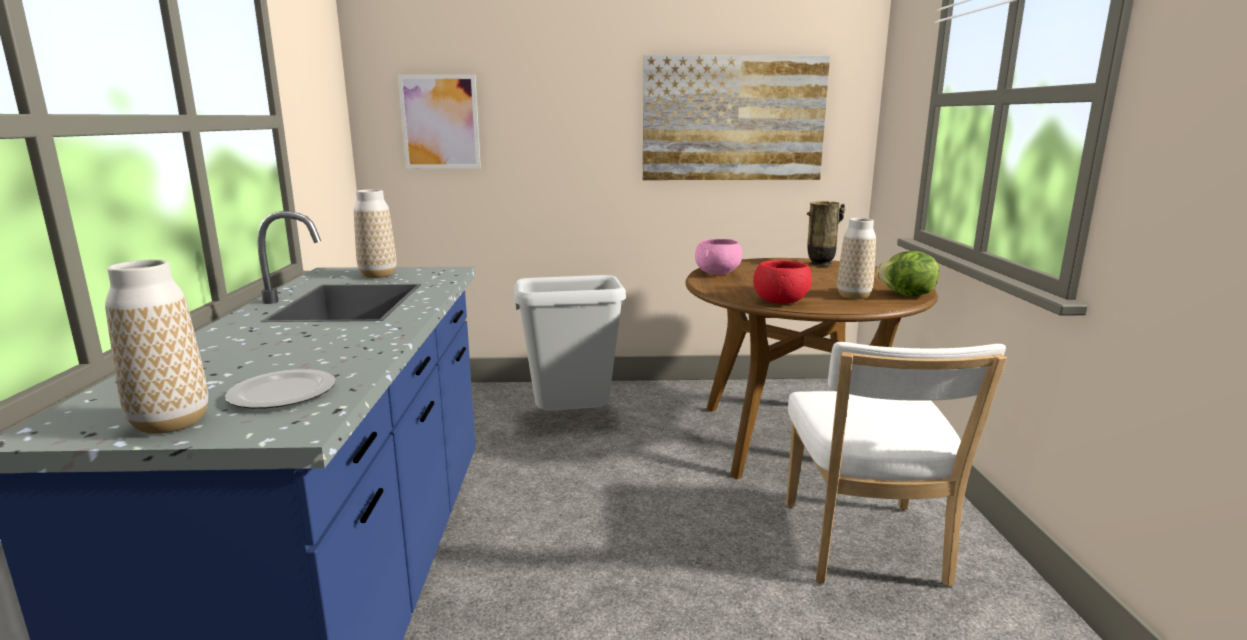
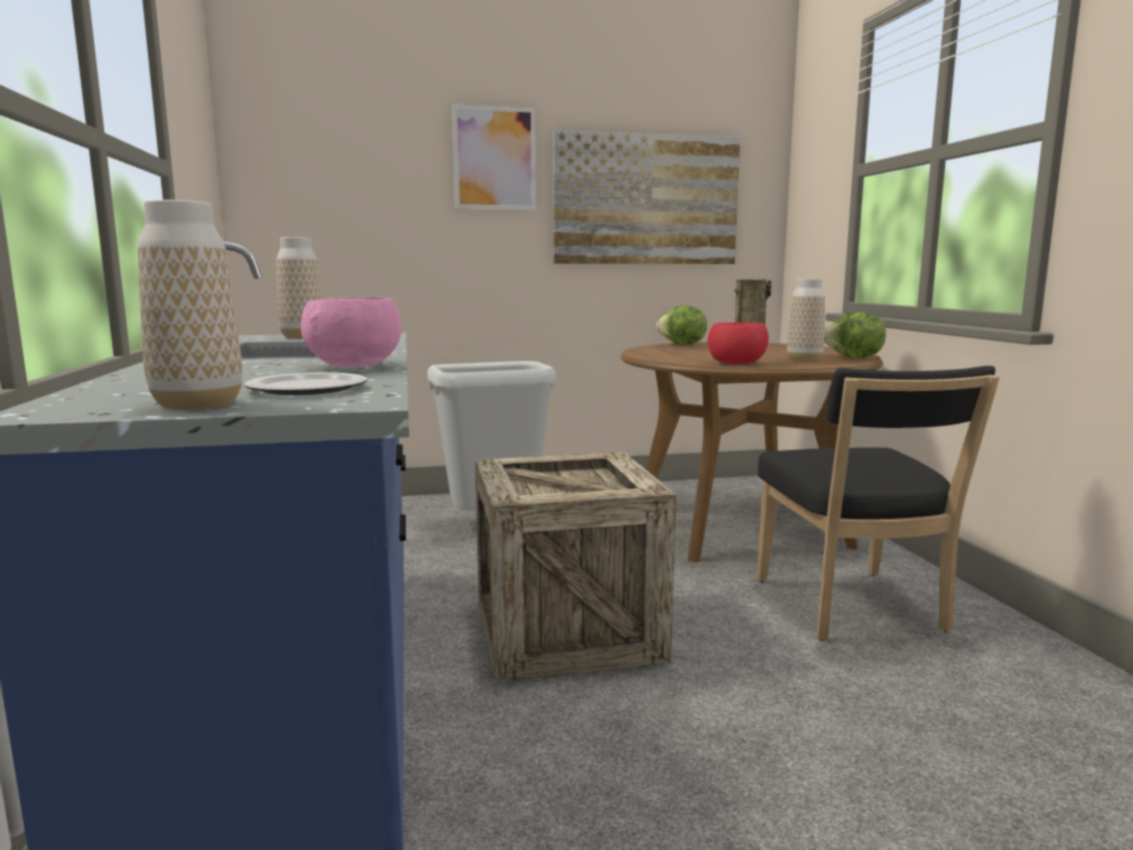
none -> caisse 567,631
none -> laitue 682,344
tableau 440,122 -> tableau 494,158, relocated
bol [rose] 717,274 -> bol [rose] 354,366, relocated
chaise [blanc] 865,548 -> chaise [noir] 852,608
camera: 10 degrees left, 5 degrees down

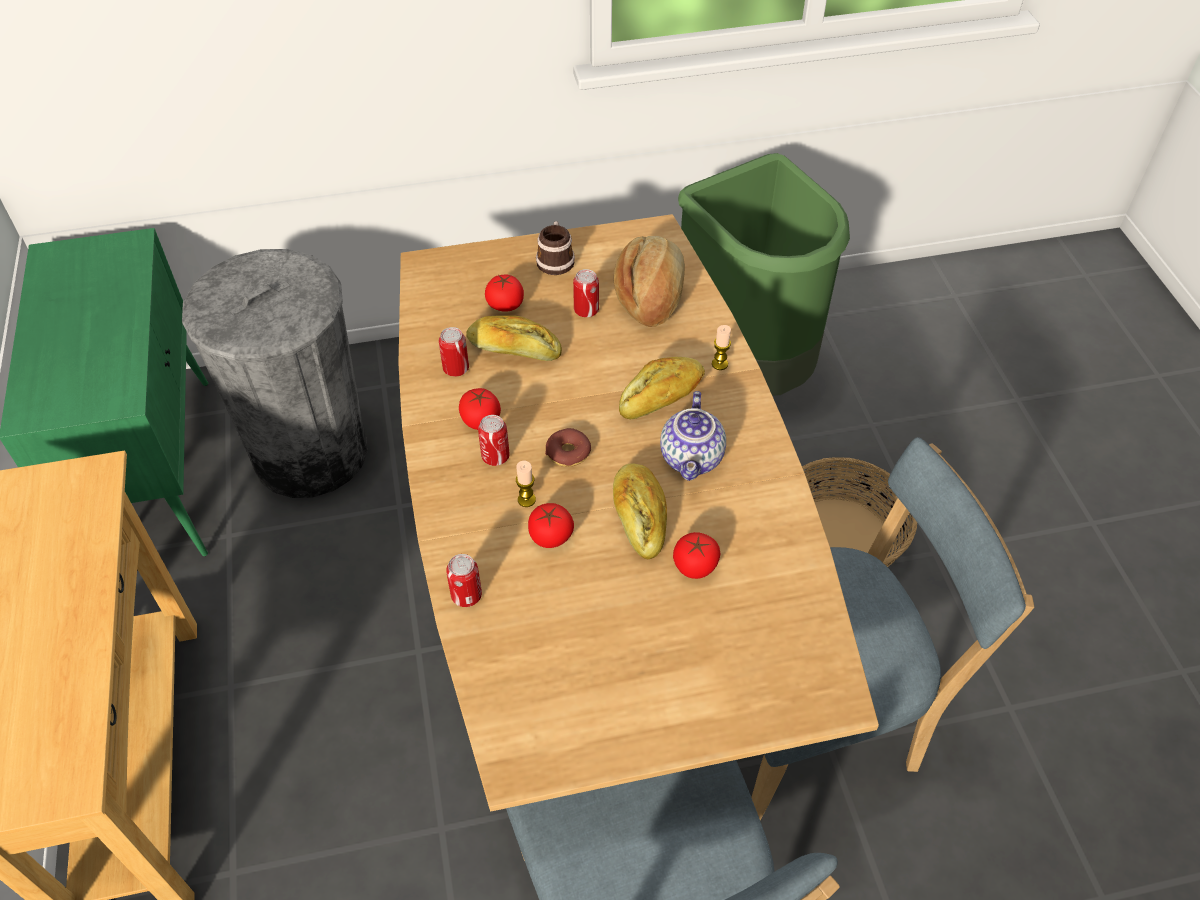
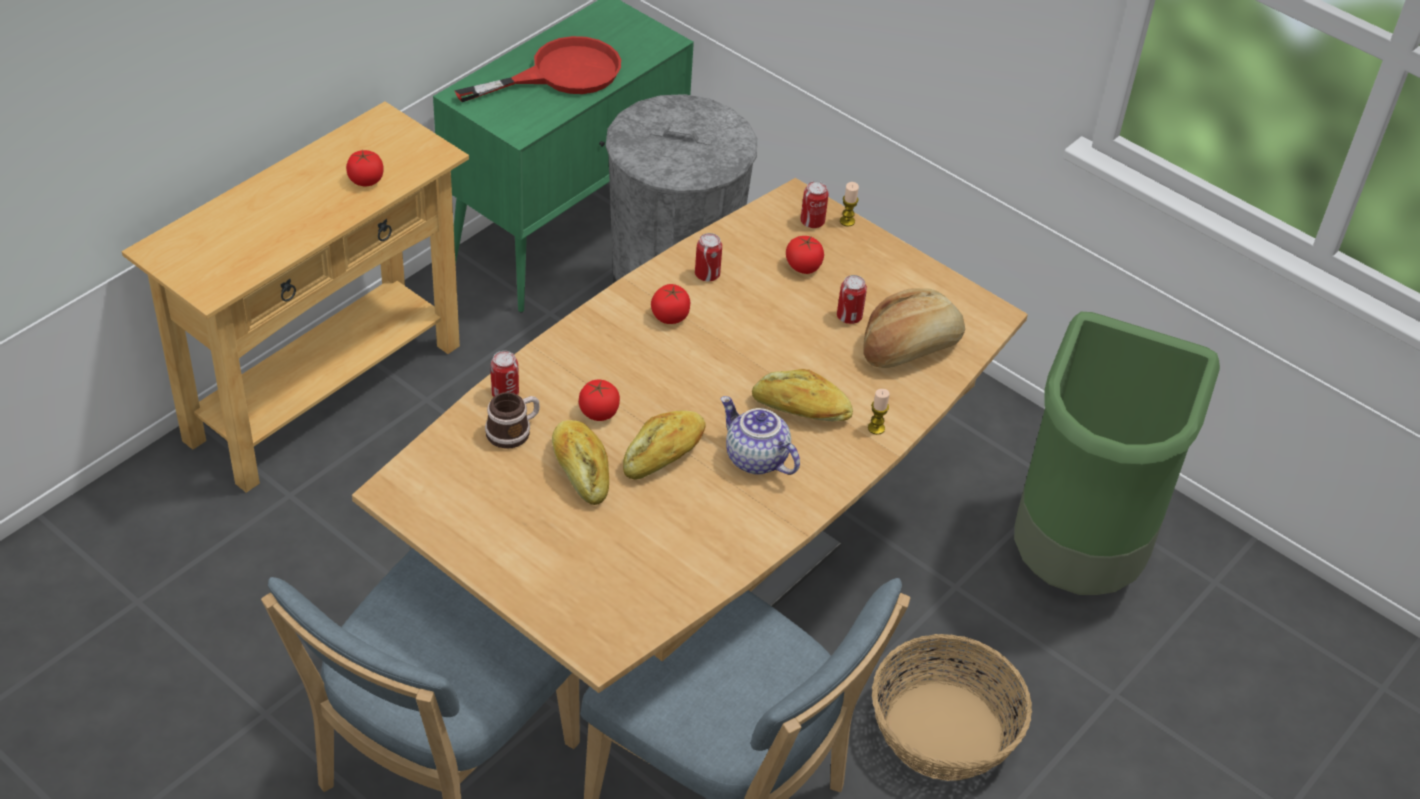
beignet 568,453 -> none
none -> poêle [rouge] 560,74
pain 514,349 -> pain 581,470, relocated
boîte métallique 495,456 -> boîte métallique 812,222, relocated
bougie 526,500 -> bougie 847,221, relocated
mug 555,259 -> mug 514,431, relocated
tomate 695,566 -> tomate 366,180, relocated
théière 693,459 -> théière 754,459, 75 degrees clockwise
camera: 50 degrees right, 5 degrees down

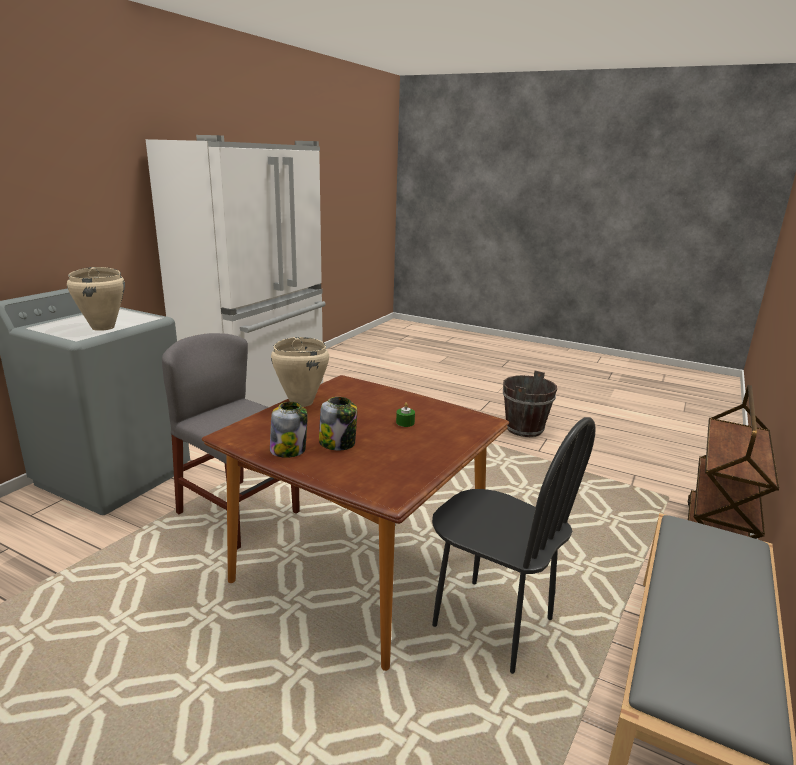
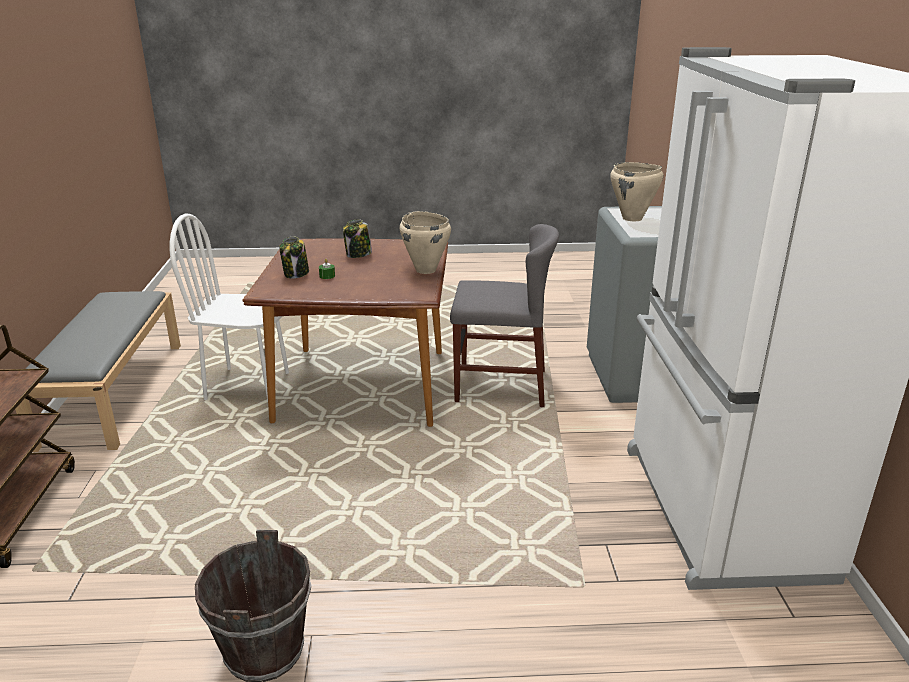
bocal 288,450 -> bocal 296,274, relocated
chaise [noir] 492,623 -> chaise [blanc] 248,385
camera: 150 degrees right, 5 degrees up

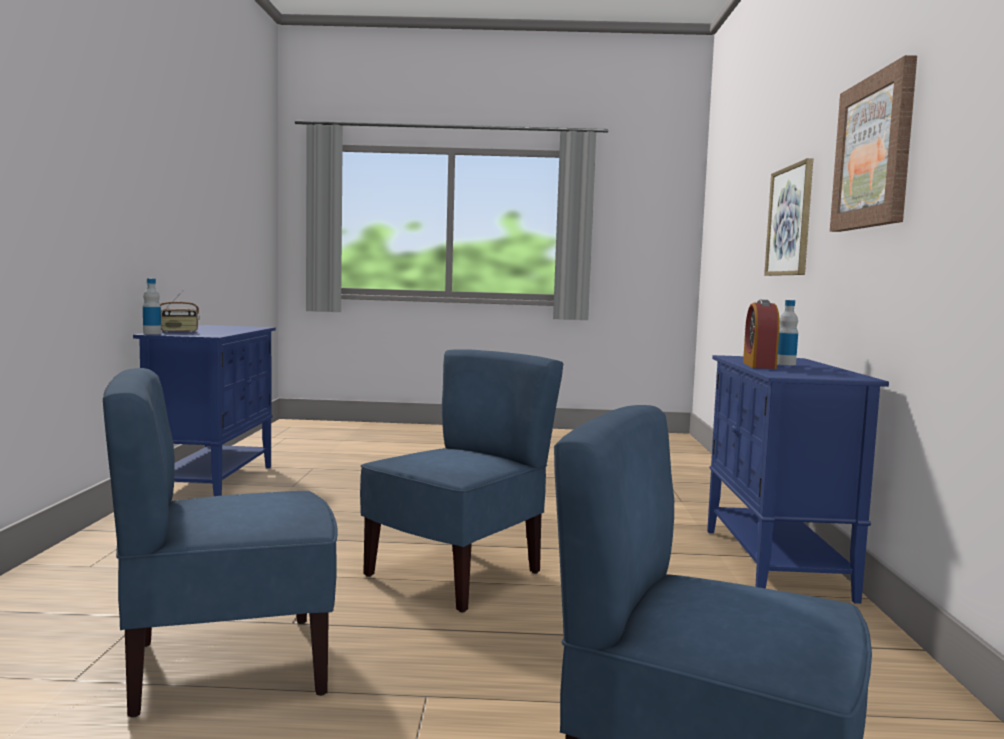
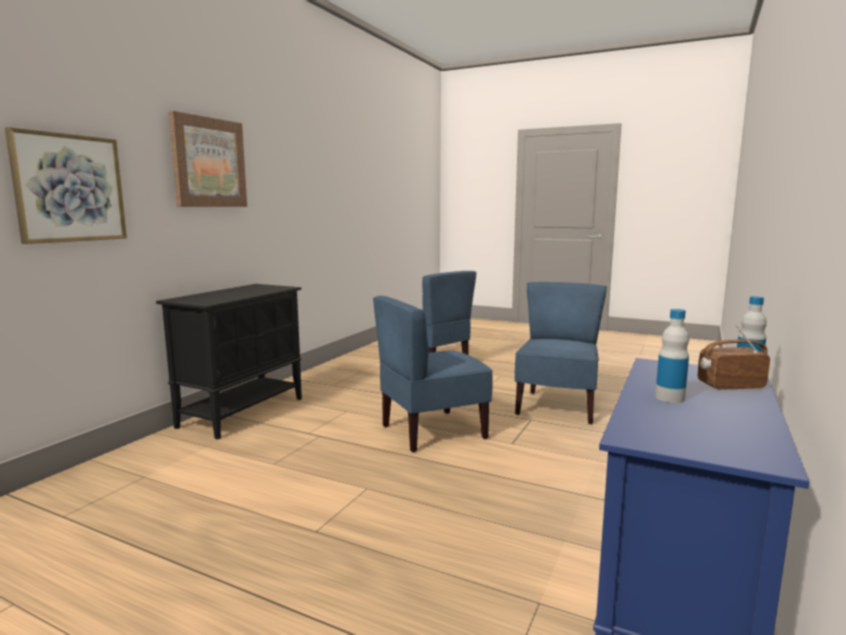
réveil 759,365 -> none
bouteille 785,364 -> bouteille 669,398, relocated
meuble de rangement [bleu] 776,564 -> meuble de rangement [noir] 243,412
chaise [bleu] 227,666 -> chaise [bleu] 556,407, 75 degrees counterclockwise
camera: 155 degrees left, 5 degrees up

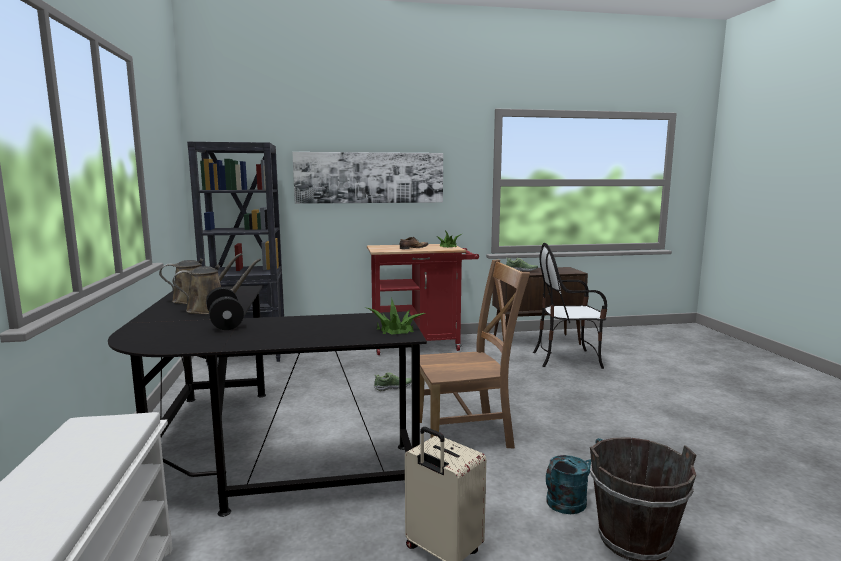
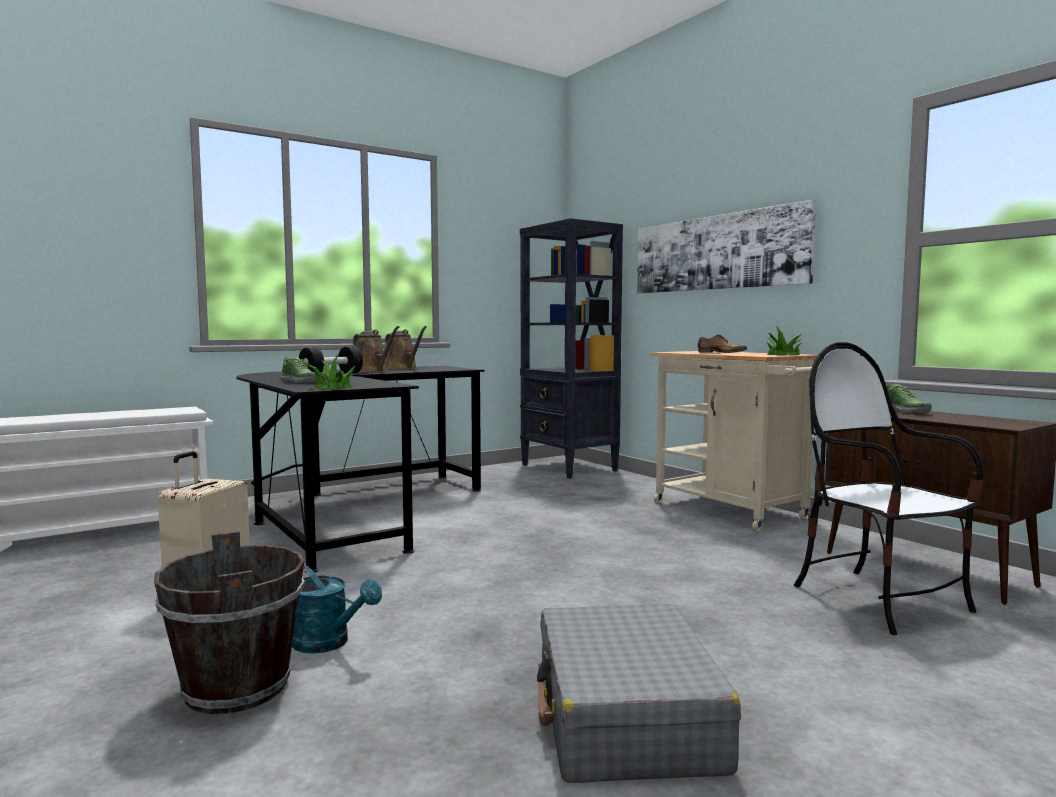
chaise [marron] 467,433 -> none
none -> valise [gris] 626,717
chaussure 393,387 -> chaussure 300,382, relocated
chariot [rouge] 421,345 -> chariot [beige] 736,512
camera: 65 degrees right, 5 degrees down

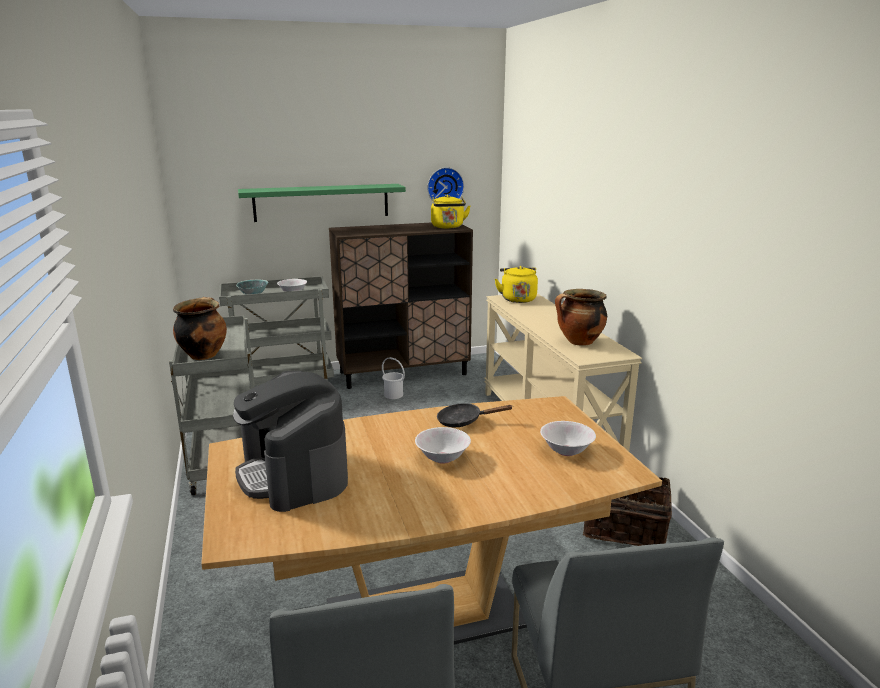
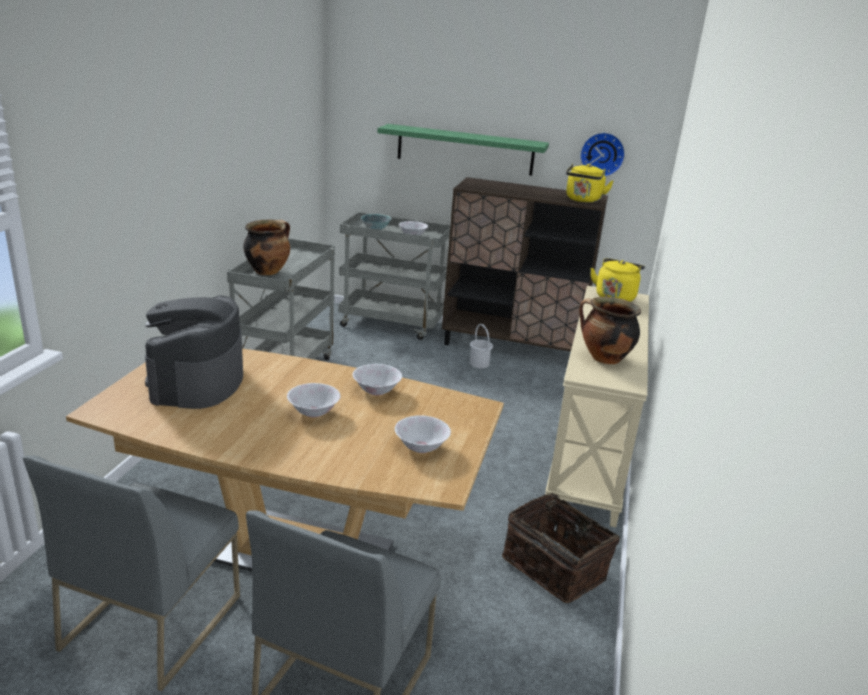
poêle [noir] 464,421 -> bol [blanc] 377,391
camera: 30 degrees right, 5 degrees up

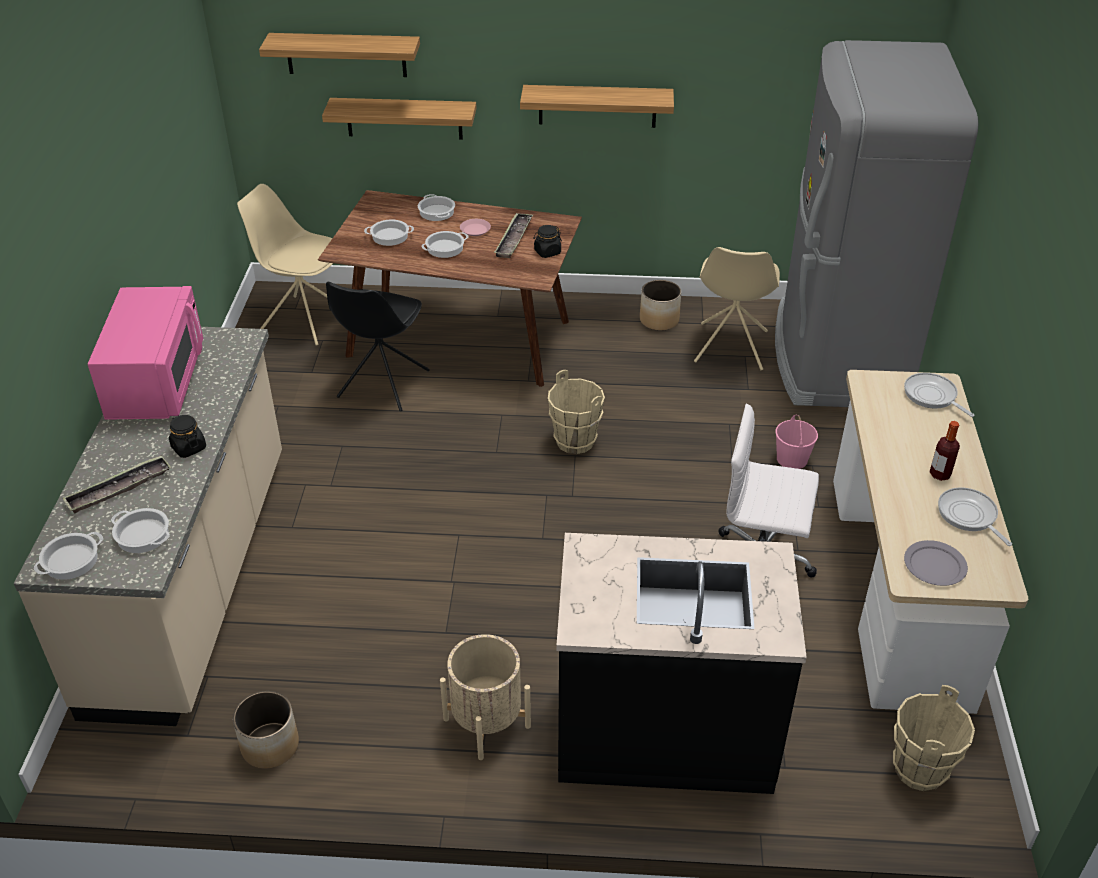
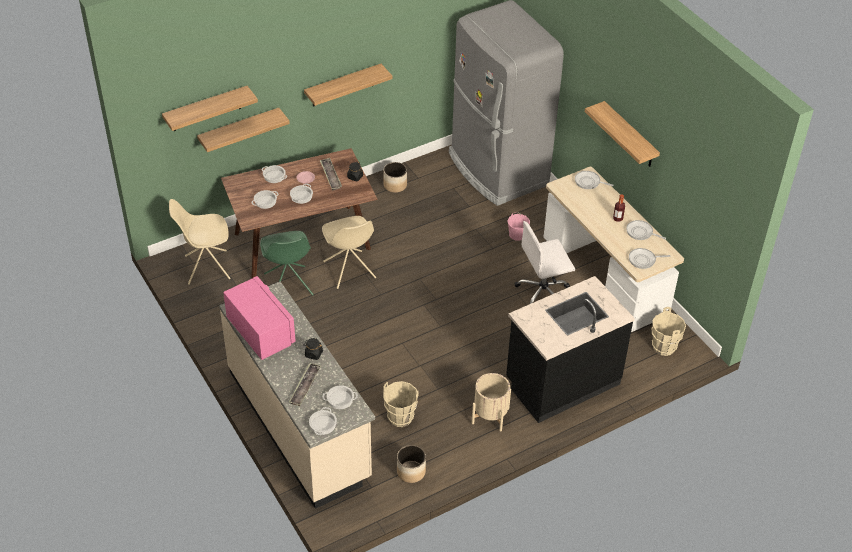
none -> étagère 630,136
seau [beige] 574,441 -> seau [beige] 400,418, relocated
chaise [beige] 730,347 -> chaise [beige] 349,270, relocated
assiette [gris] 935,566 -> poêle 643,260
chaise [noir] 382,385 -> chaise [vert] 288,285
camera: 35 degrees left, 5 degrees up

